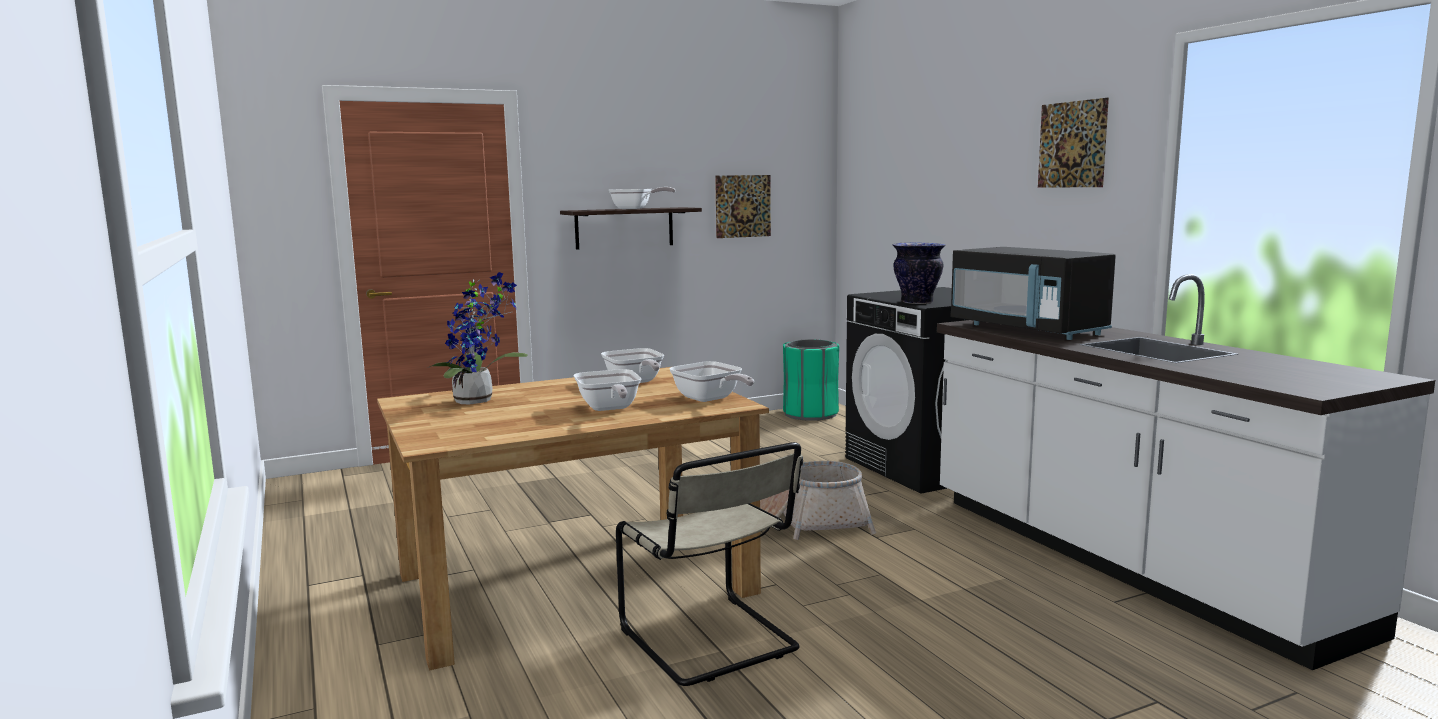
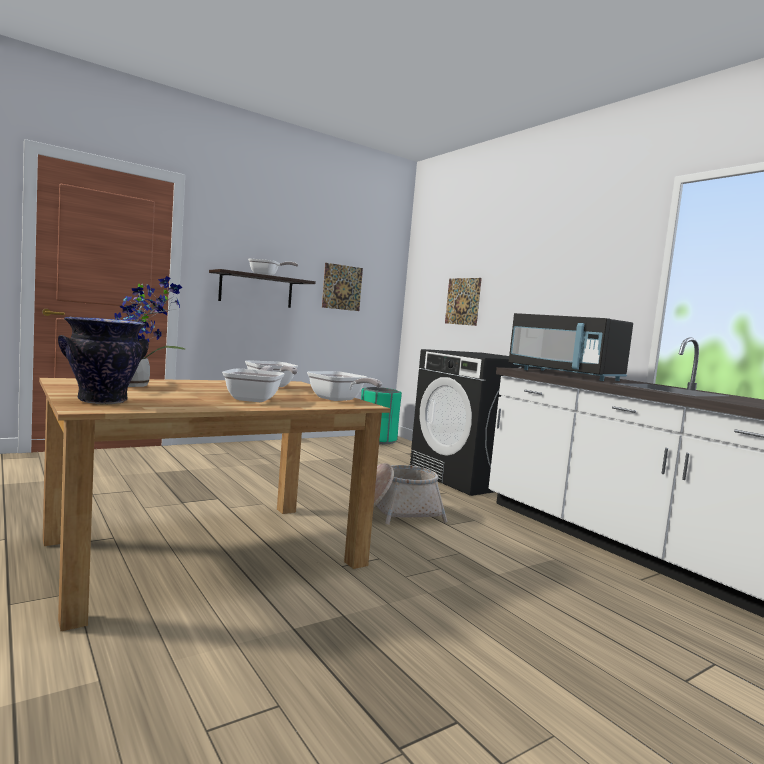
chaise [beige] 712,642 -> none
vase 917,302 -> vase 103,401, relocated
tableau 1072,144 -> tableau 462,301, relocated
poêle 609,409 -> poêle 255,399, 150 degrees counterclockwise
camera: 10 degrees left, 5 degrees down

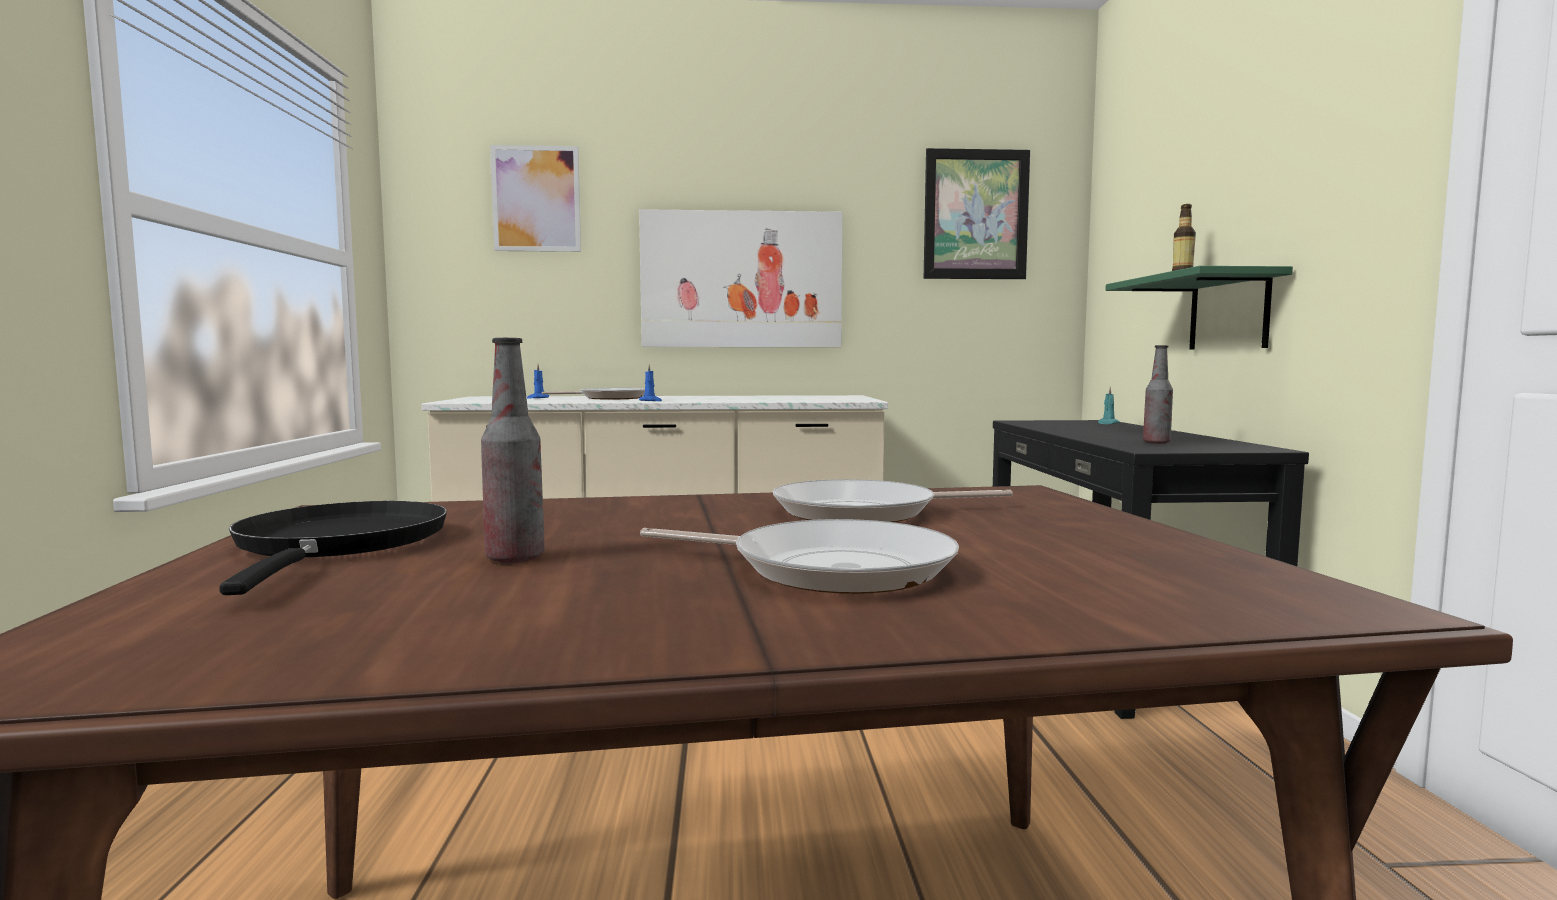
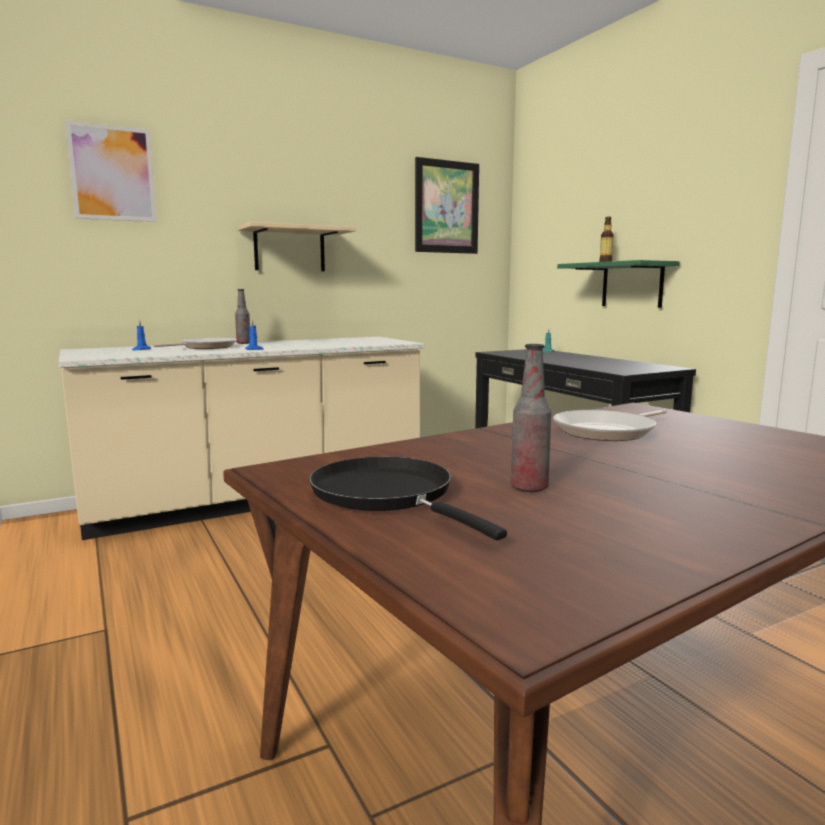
poêle 830,568 -> none
bouteille 1156,442 -> bouteille 243,343, relocated
tableau 741,280 -> étagère [beige] 289,249
camera: 25 degrees left, 5 degrees up

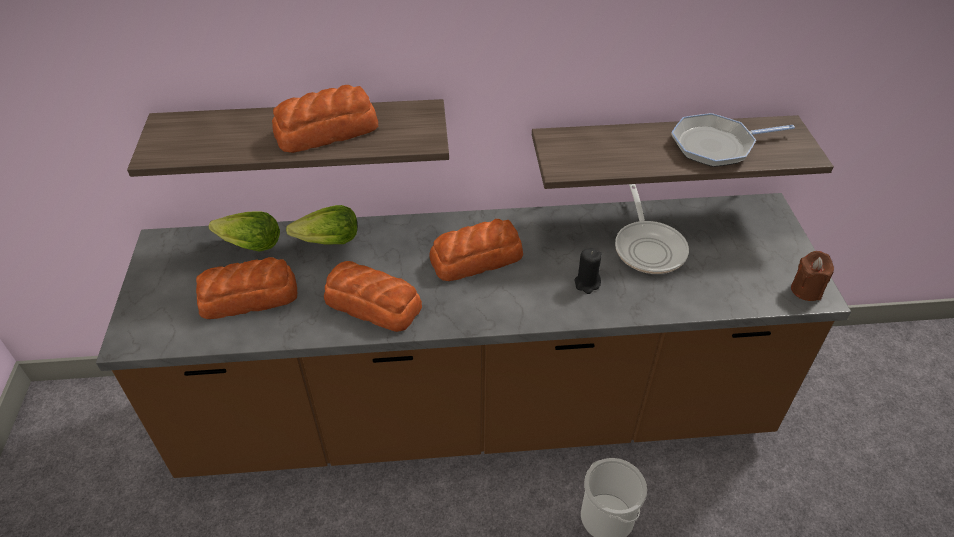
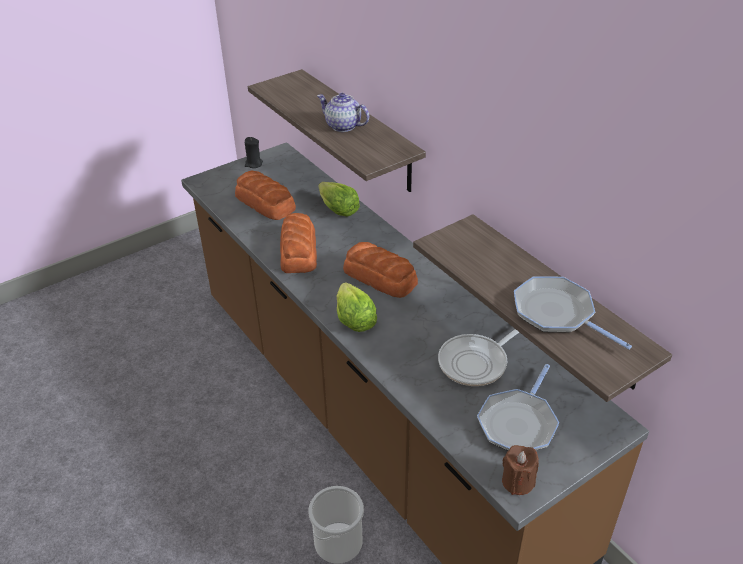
none -> poêle 518,423
laitue 250,245 -> laitue 354,319, relocated
bougie [noir] 587,283 -> bougie [noir] 253,164, relocated
pain 328,131 -> théière 342,126
camera: 60 degrees right, 5 degrees down

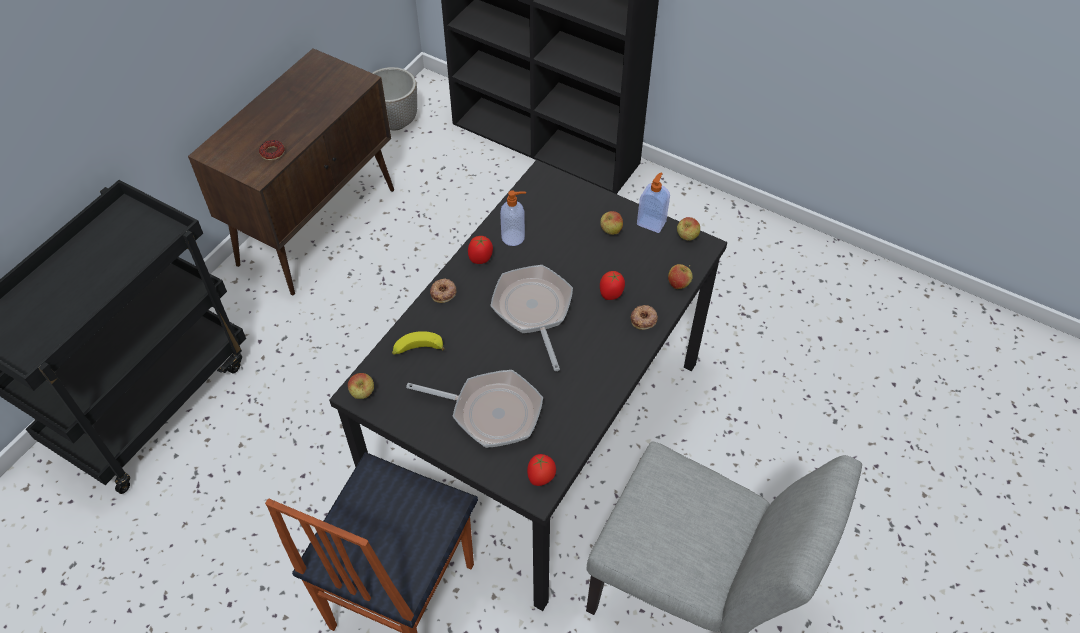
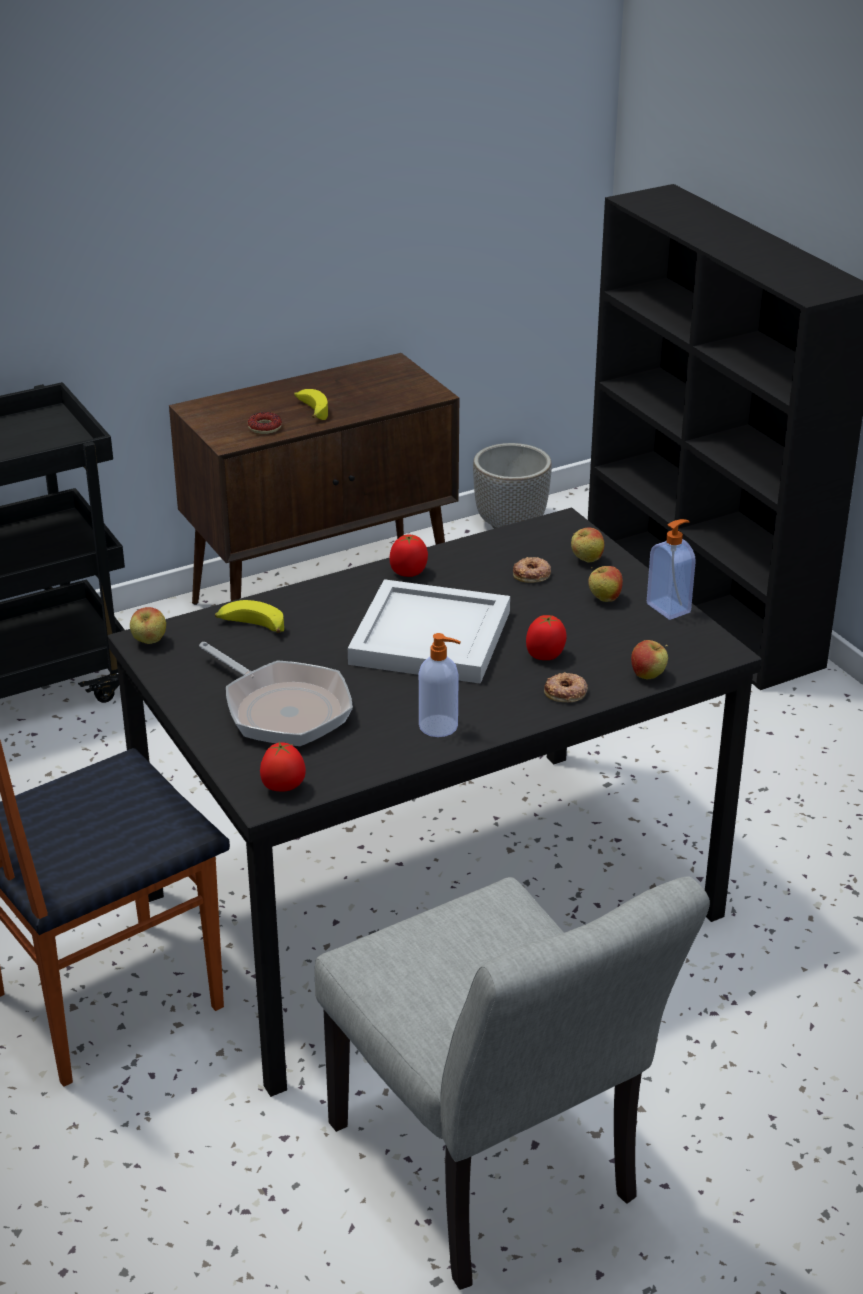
none -> banane 311,410
beignet 443,292 -> beignet 532,574, relocated
distributeur de savon 514,237 -> distributeur de savon 440,726, relocated
pomme 687,237 -> pomme 586,560, relocated
poêle 533,310 -> plateau [blanc] 428,638
camera: 30 degrees right, 20 degrees down

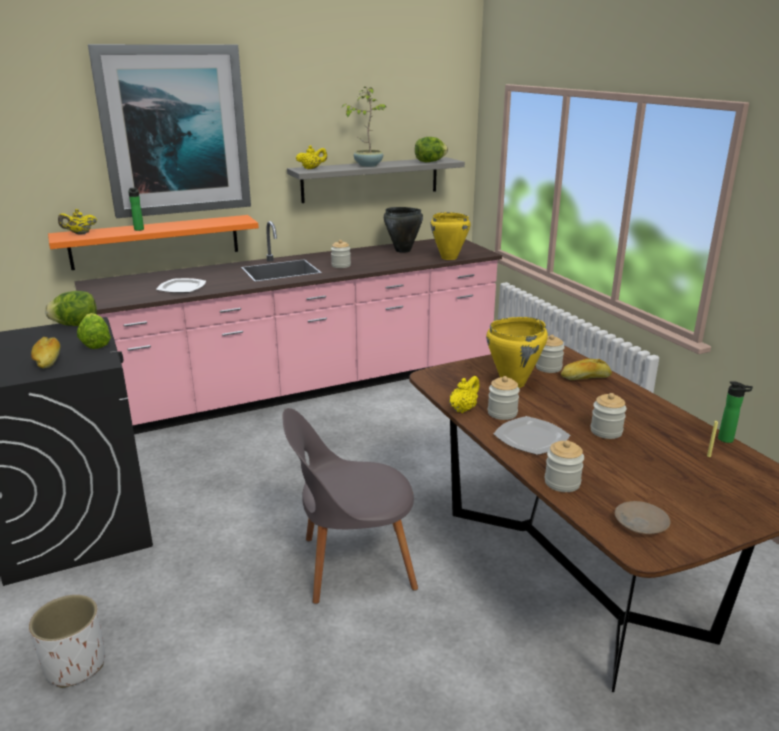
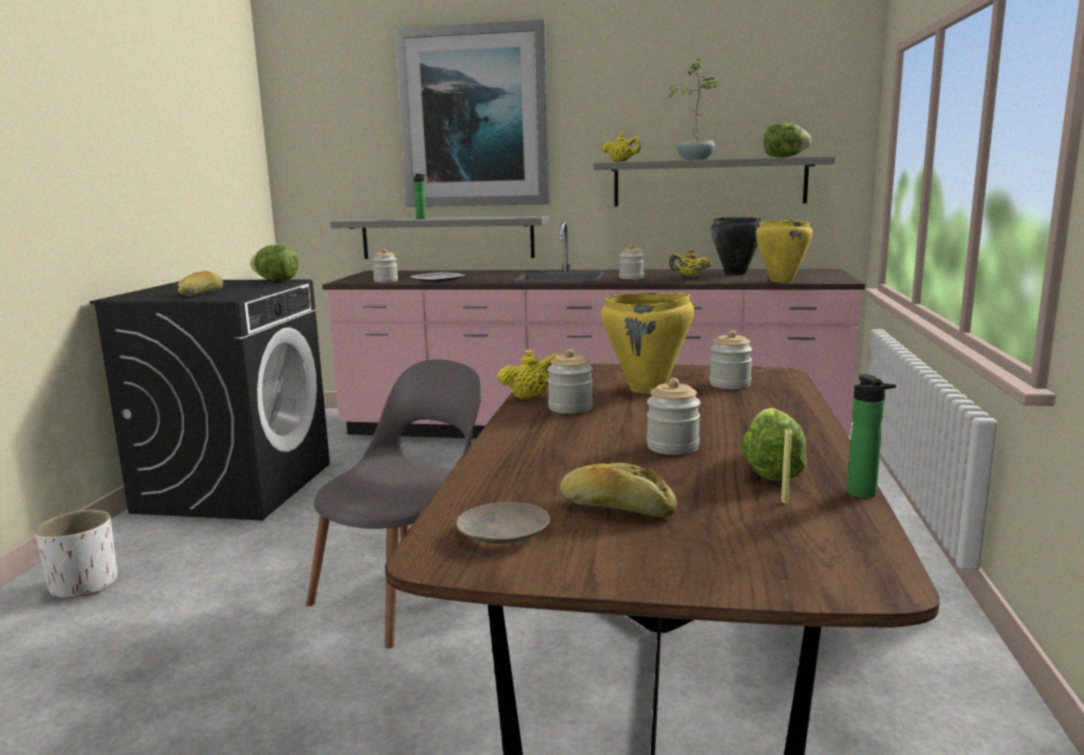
assiette 532,438 -> none
théière [jaune] 80,234 -> théière [jaune] 689,278, relocated
laitue 95,343 -> laitue 771,468, relocated
bocal 562,483 -> bocal 386,281, relocated
pain 585,378 -> pain 616,508, relocated
étagère [orange] 155,242 -> étagère [gris] 447,238
chaise [gris] 352,564 -> chaise [gris] 407,594, 105 degrees clockwise
camera: 35 degrees right, 10 degrees down

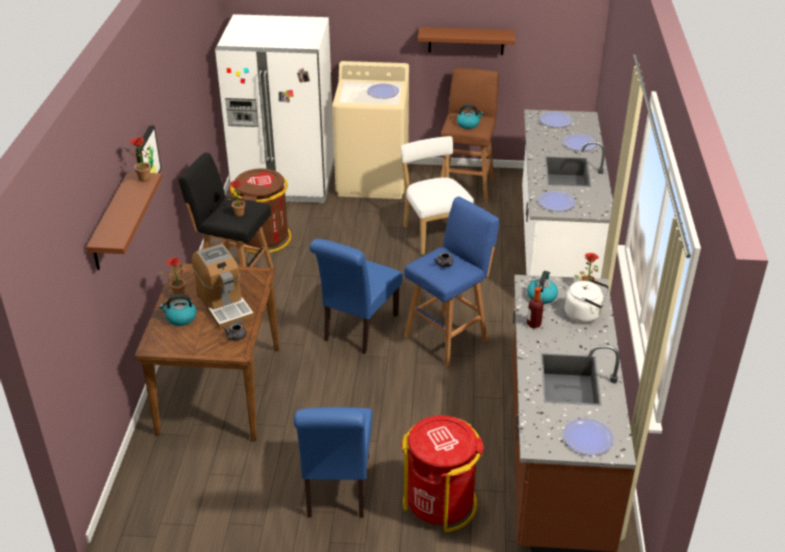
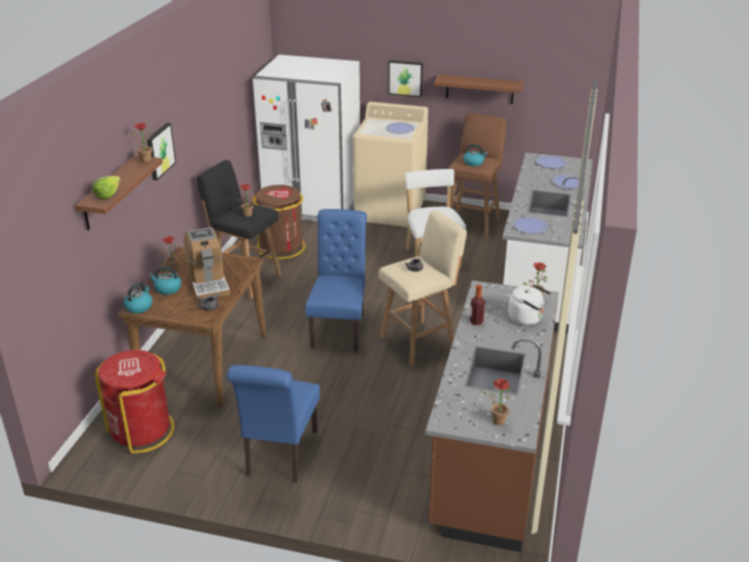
none -> laitue 107,194
none -> tableau 405,78
poubelle [rouge] 440,502 -> poubelle [rouge] 142,430, relocated
bouilloire 541,296 -> bouilloire 139,306, relocated
assiette 587,438 -> plante en pot 495,421
tabouret [bleu] 448,337 -> tabouret [beige] 419,341
chaise [bleu] 358,330 -> chaise [bleu] 339,328, 150 degrees clockwise
camera: 10 degrees right, 5 degrees down

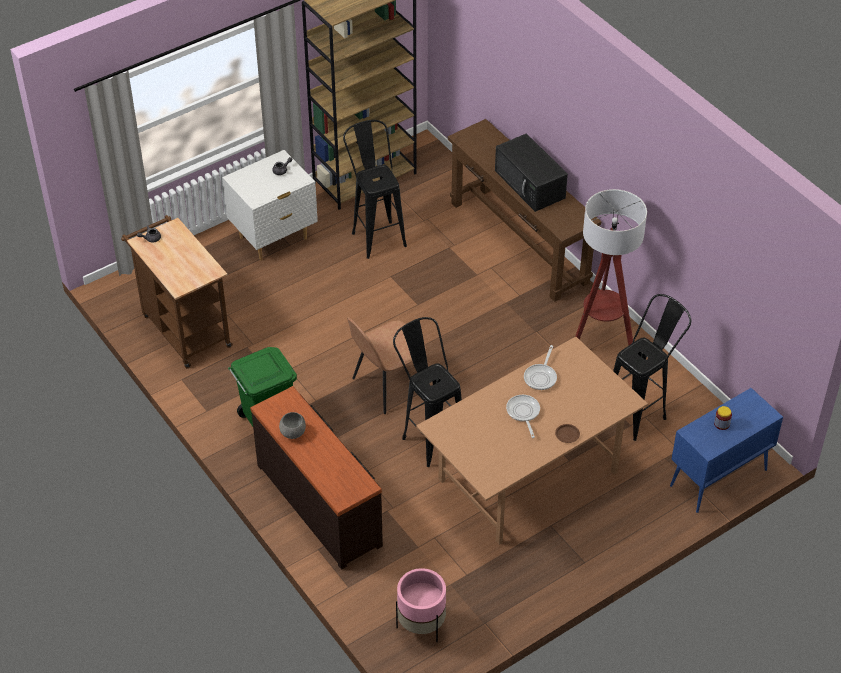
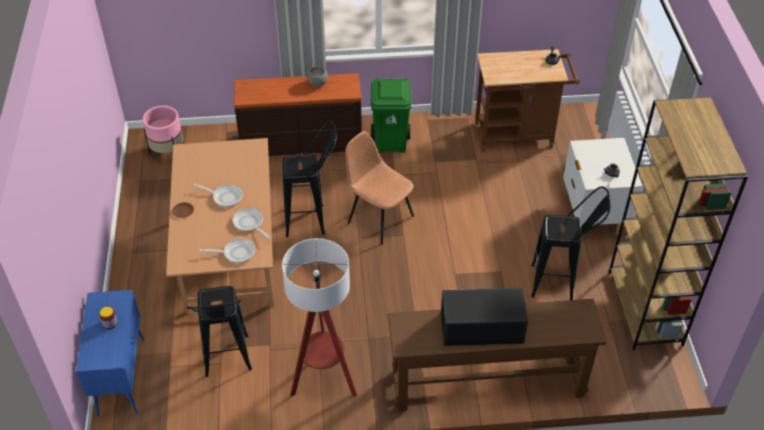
none -> poêle 236,253
chaise [marron] 387,386 -> chaise [marron] 379,218, 45 degrees counterclockwise
camera: 120 degrees right, 0 degrees up

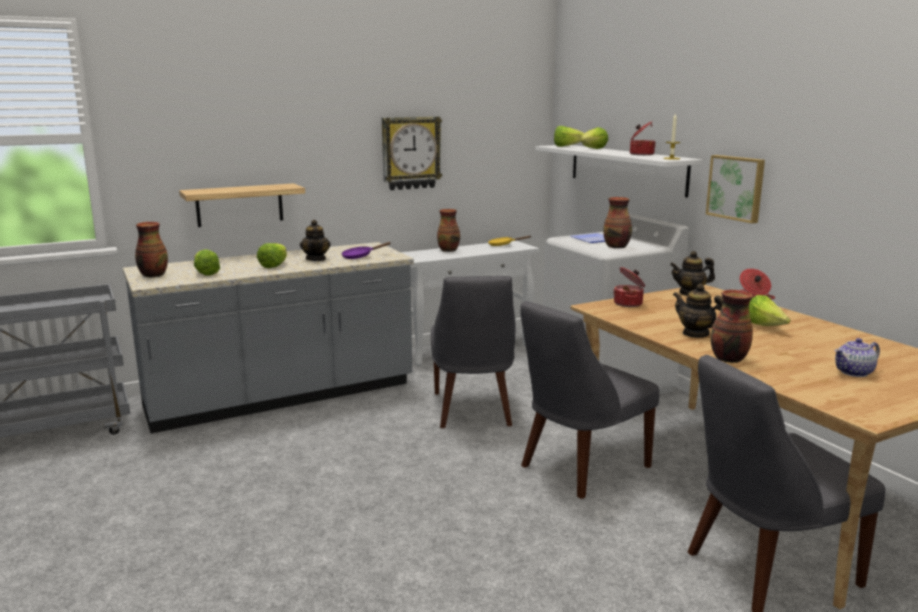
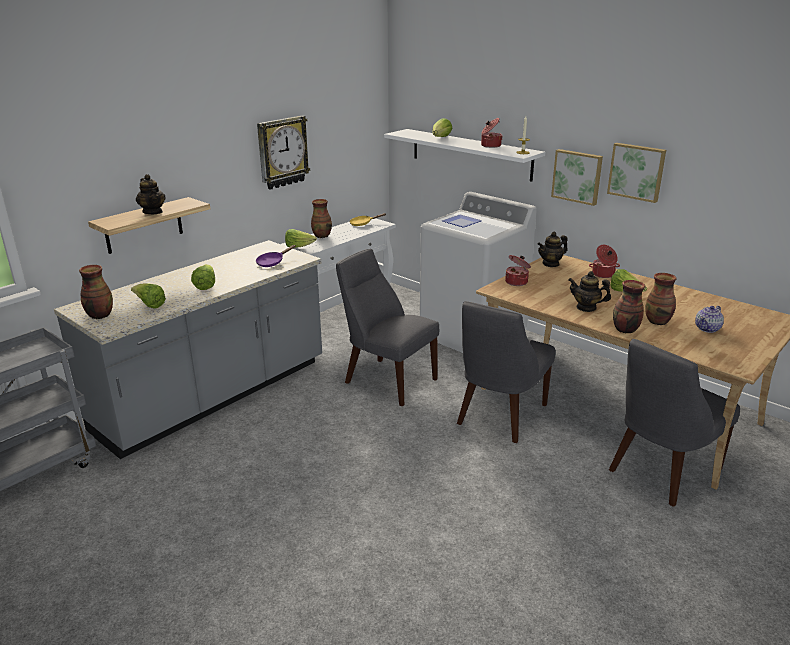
none -> tableau 637,171
théière 316,259 -> théière 153,212, relocated
laitue 567,146 -> laitue 298,247, relocated
vase 617,247 -> vase 658,321, relocated
chaise [gris] 472,411 -> chaise [gris] 387,380, 150 degrees clockwise
camera: 20 degrees left, 10 degrees up

